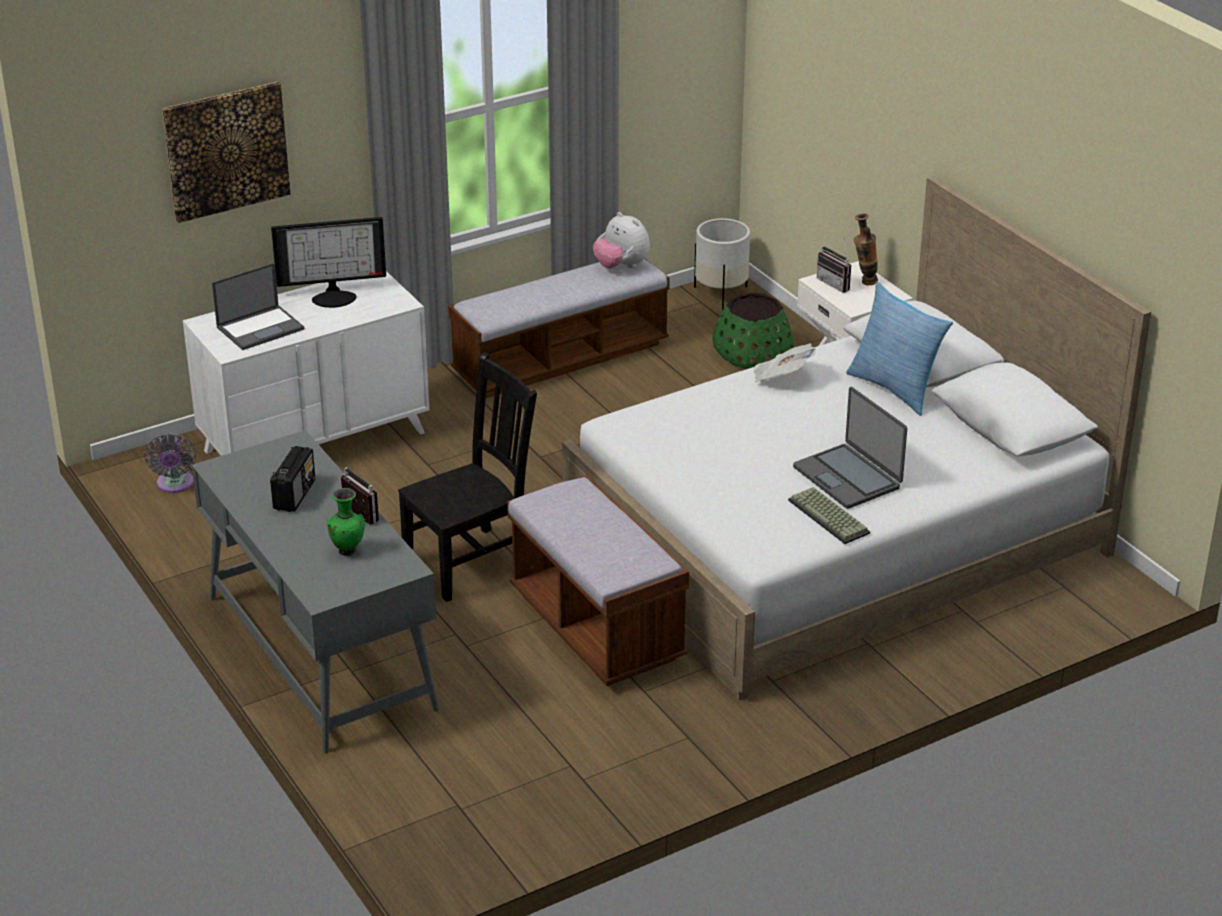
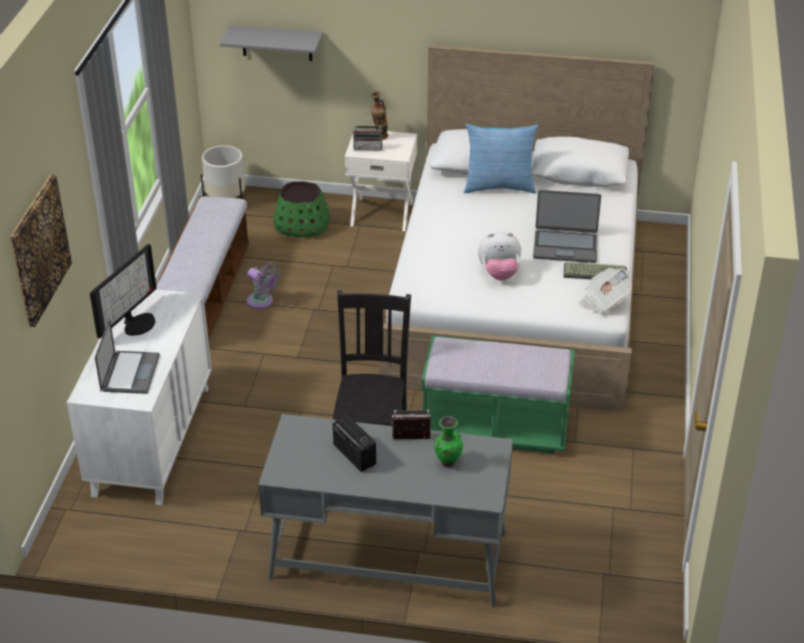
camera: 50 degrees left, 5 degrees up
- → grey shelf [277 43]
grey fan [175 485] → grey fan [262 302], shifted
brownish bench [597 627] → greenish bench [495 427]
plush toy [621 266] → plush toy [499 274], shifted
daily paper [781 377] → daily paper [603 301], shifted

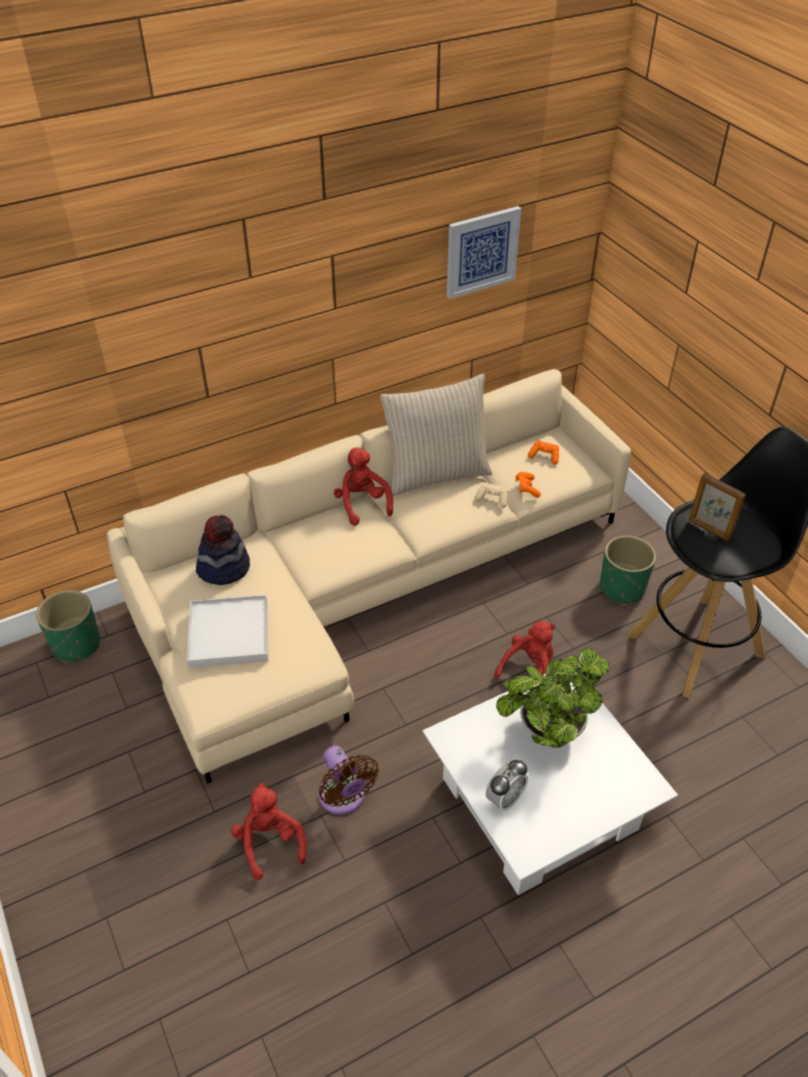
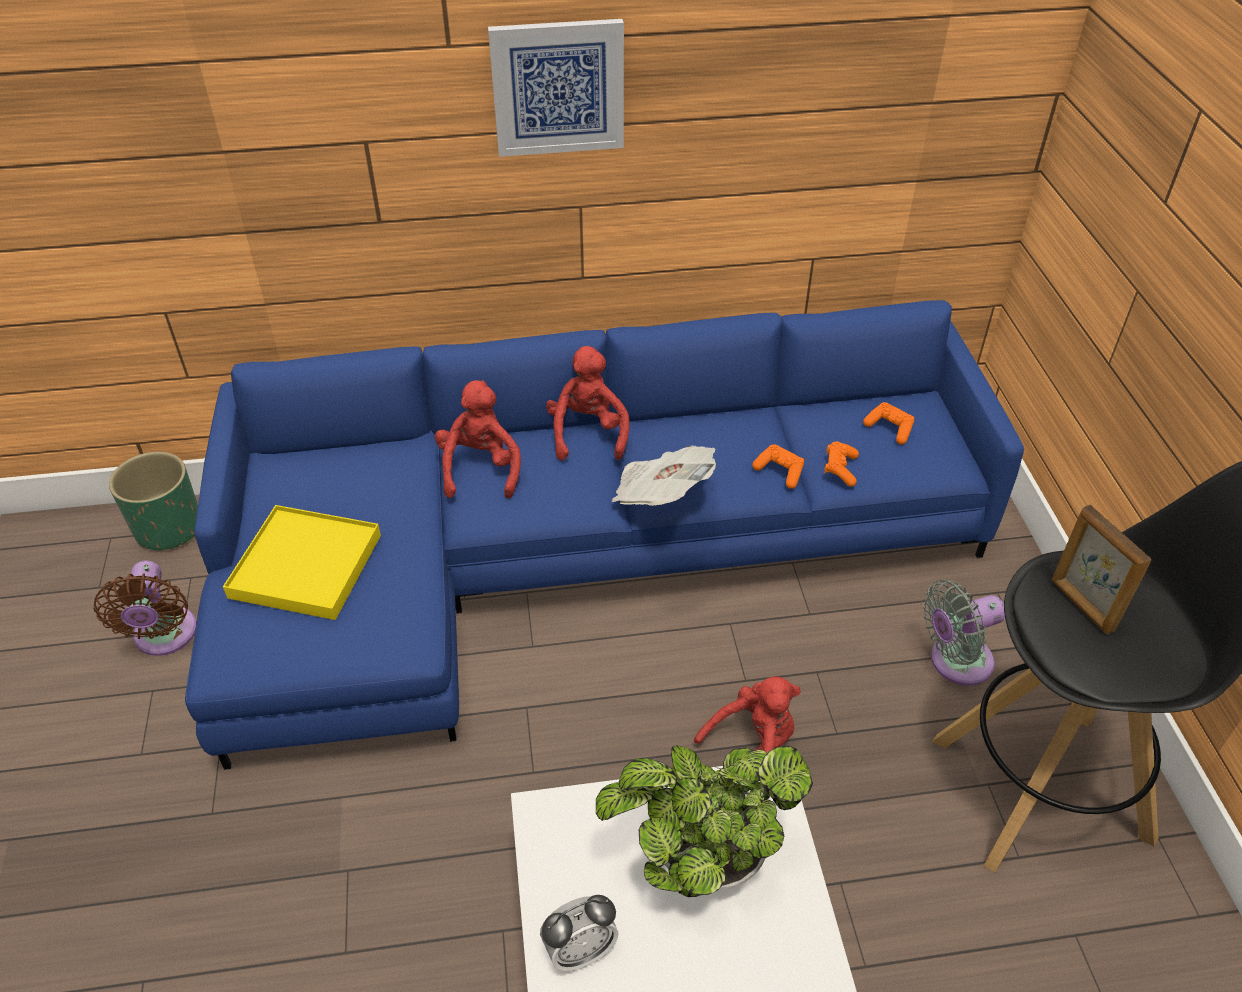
camera: 20 degrees right, 0 degrees up
brownish fan [344 798] → brownish fan [165 637], shifted
beige settee [366 586] → blue settee [575 554]
white-coloured carrying tray [229 634] → yellowish carrying tray [306 566]
reddish plush toy [270 842] → reddish plush toy [480 468], shifted
wall art [481 251] → wall art [558 87], shifted
- → daily paper [661 495]
beige gamepad [492 499] → orange-coloured gamepad [780 472]
greenish plant pot [622 588] → grey fan [955 662]
hat [224 568] → -
beige pillow [436 473] → -

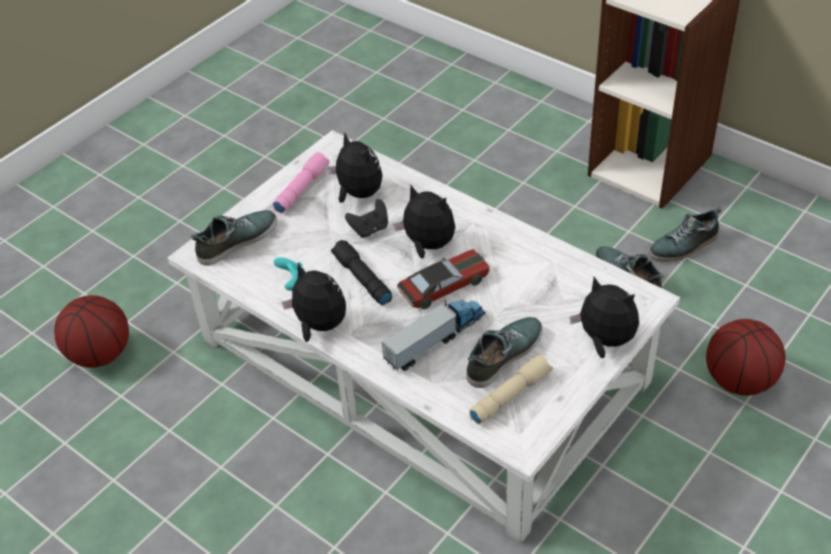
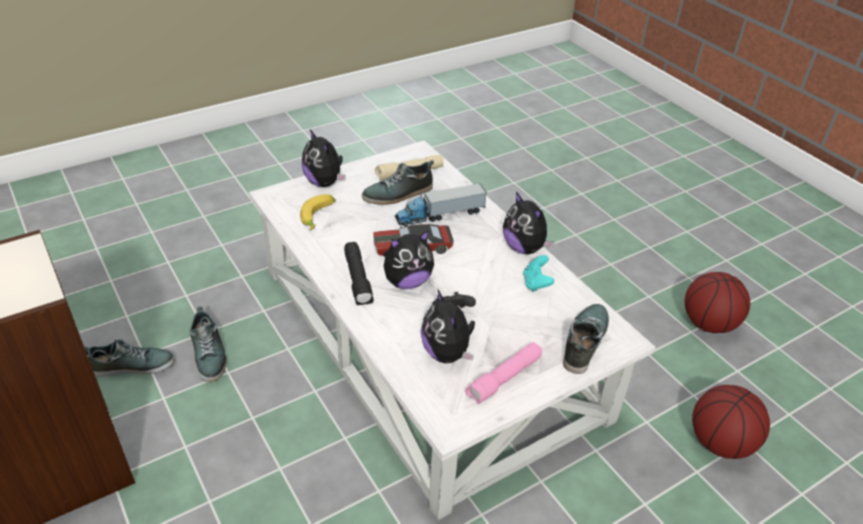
camera: 165 degrees left, 5 degrees down
- → whole banana [319 217]
black flashlight [361 279] → black flashlight [358 279], shifted
plush toy [428 245] → plush toy [407 281], 75 degrees counterclockwise
item of footwear [236 241] → item of footwear [584 341], 135 degrees clockwise
basketball [740 381] → basketball [708 323], shifted

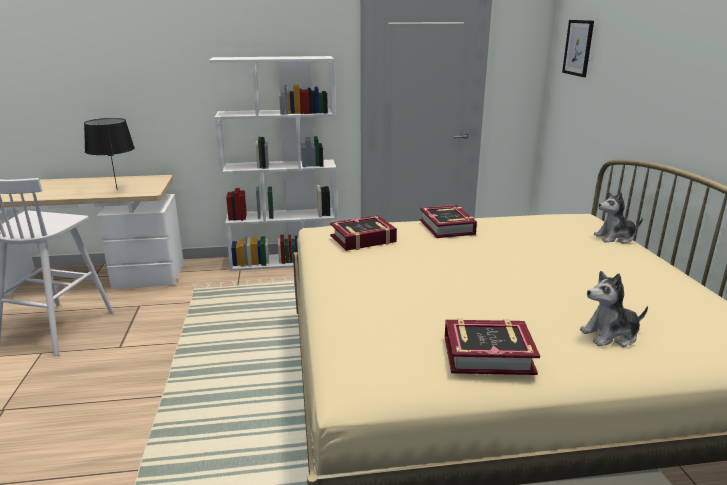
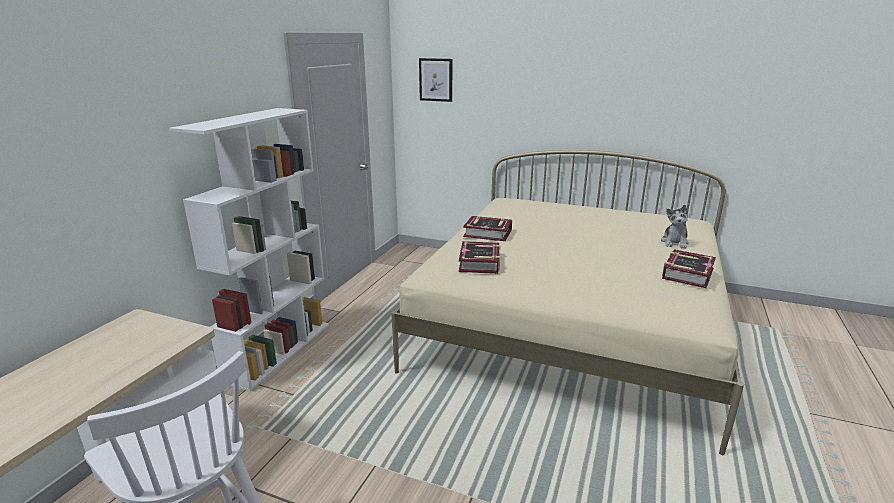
camera: 60 degrees left, 0 degrees up
black table lamp [116 190] → -
plush toy [615 238] → -

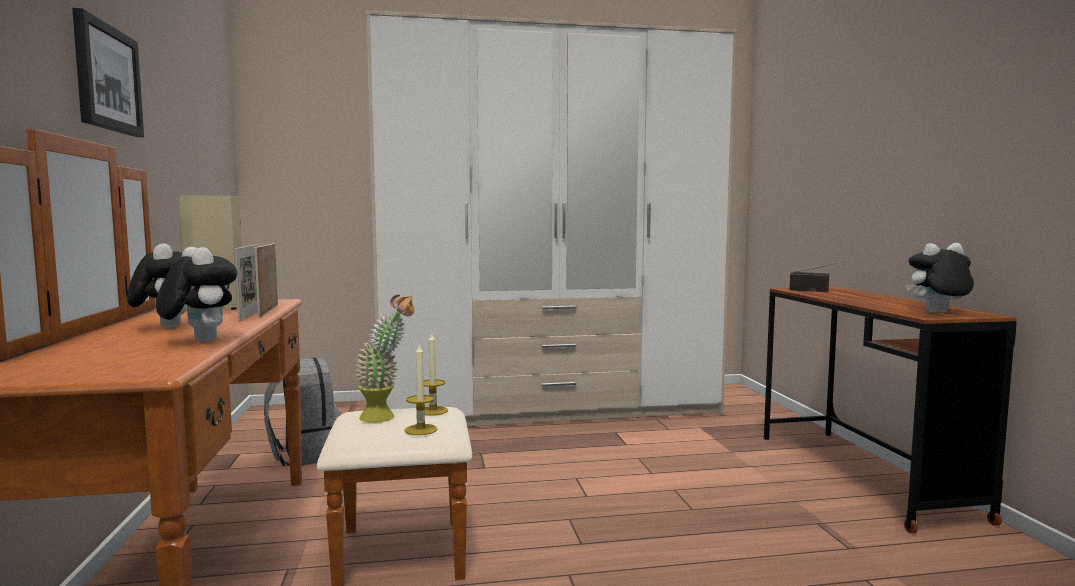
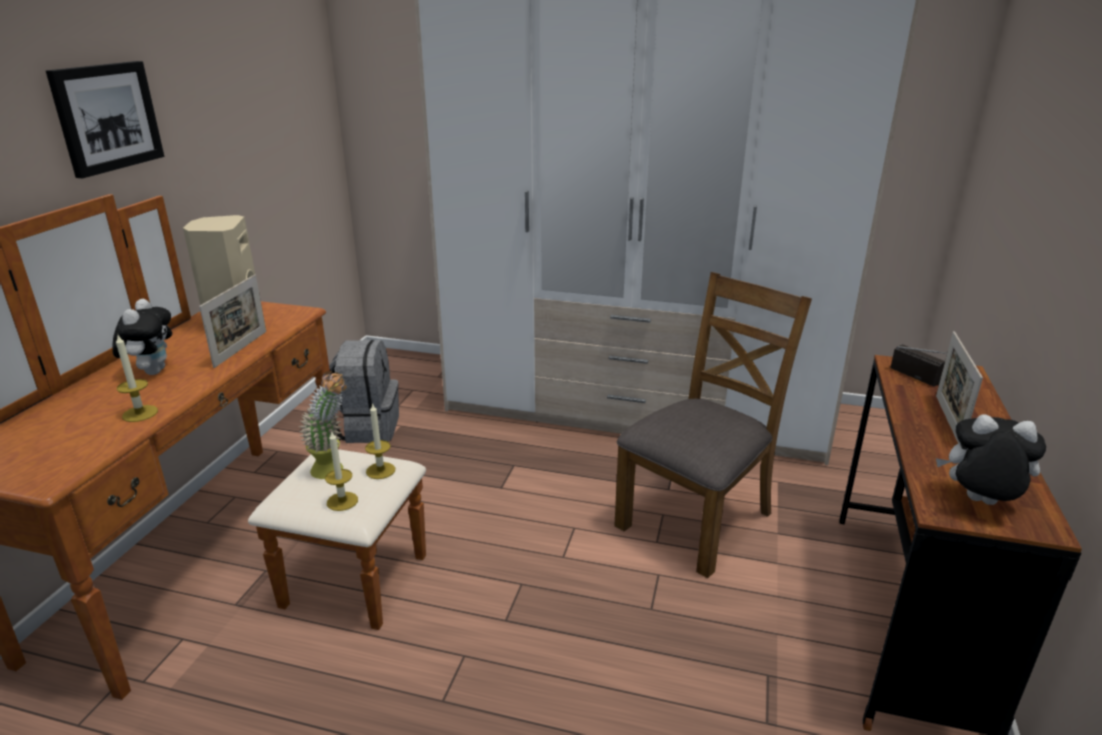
camera: 25 degrees right, 20 degrees up
plush toy [199 341] → wax light [140 413]
- → brownish upright chair [697 519]
picture frame [268 311] → picture frame [948 420], shifted

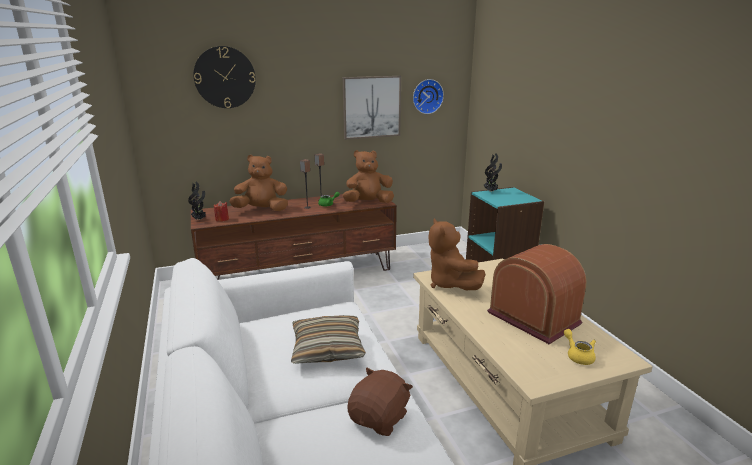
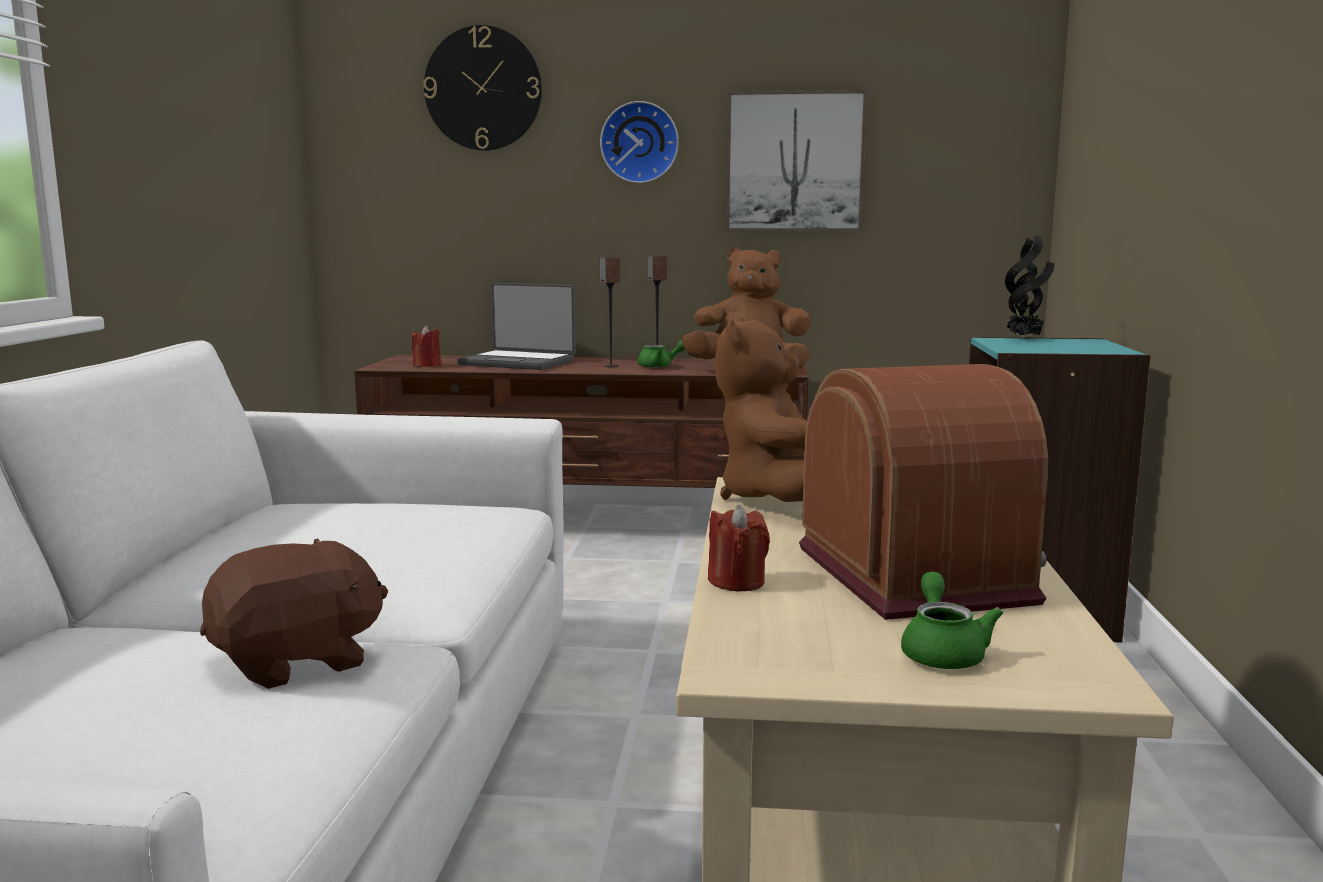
camera: 25 degrees right, 10 degrees down
brownish plush toy [262 210] → laptop [518 362]
wall clock [427 96] → wall clock [640 142], shifted
- → reddish wax light [737 582]
yellowish pot for tea [578 356] → greenish pot for tea [942 652]
potted plant [200 219] → -
pillow [327 348] → -

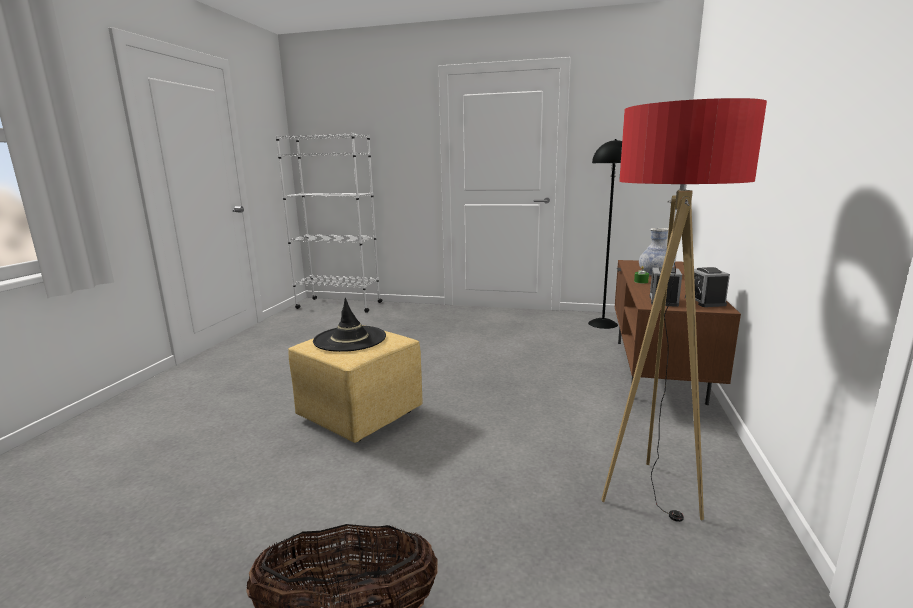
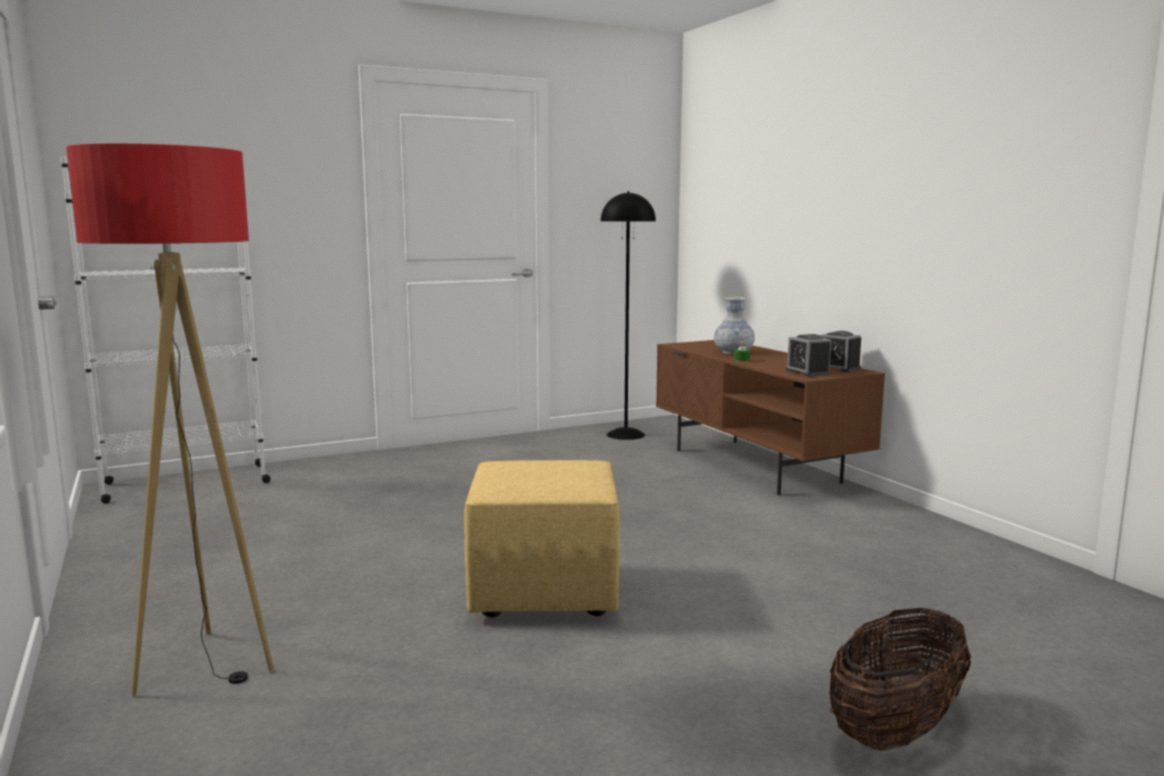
camera: 40 degrees left, 5 degrees down
standard lamp [650 494] → standard lamp [206 666], shifted
black hat [350 339] → -

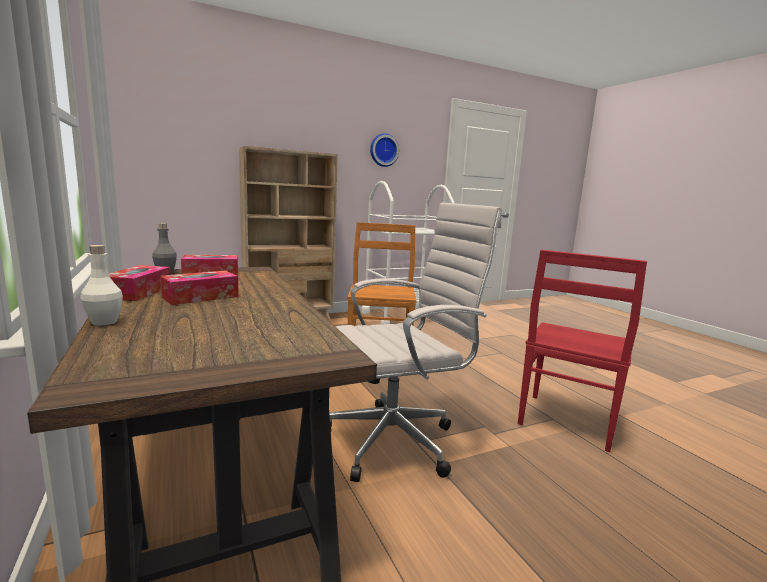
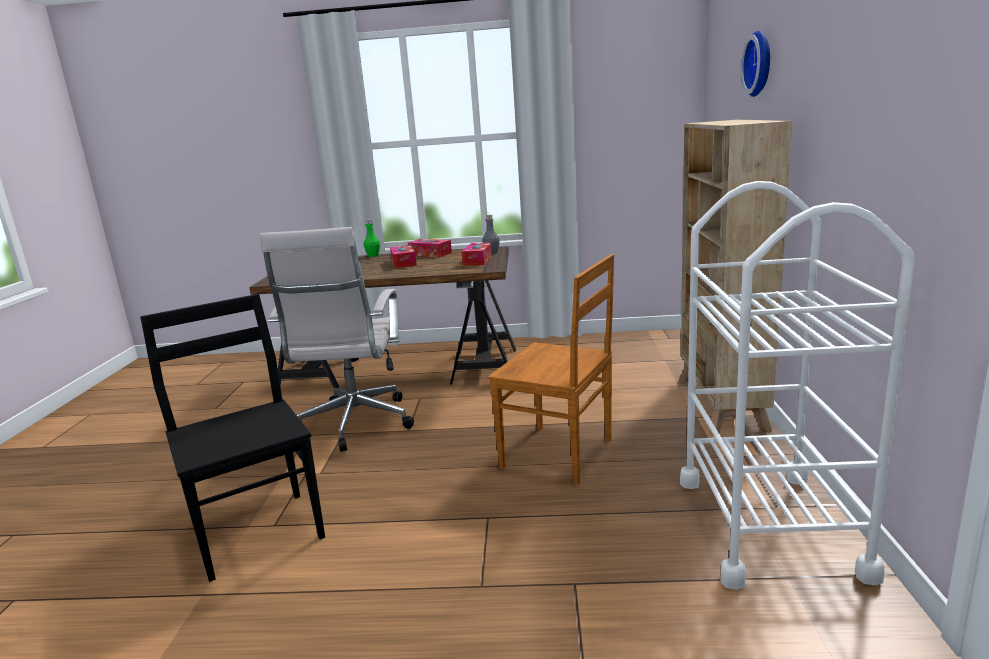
camera: 120 degrees right, 5 degrees up
reddish upright chair [566 422] → black upright chair [258 531]
white-coloured drink bottle [104 322] → greenish drink bottle [373 256]
wall clock [383 150] → wall clock [761 63], shifted

